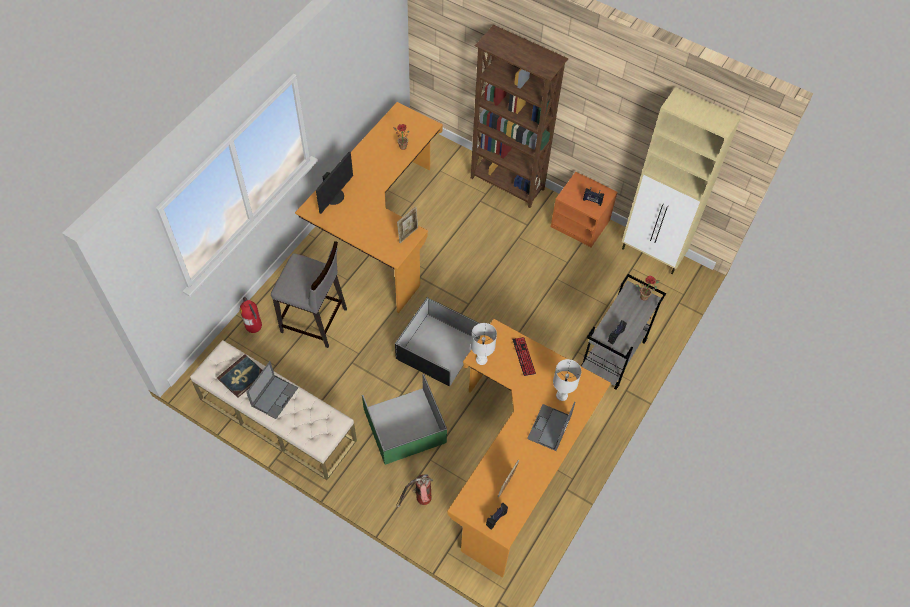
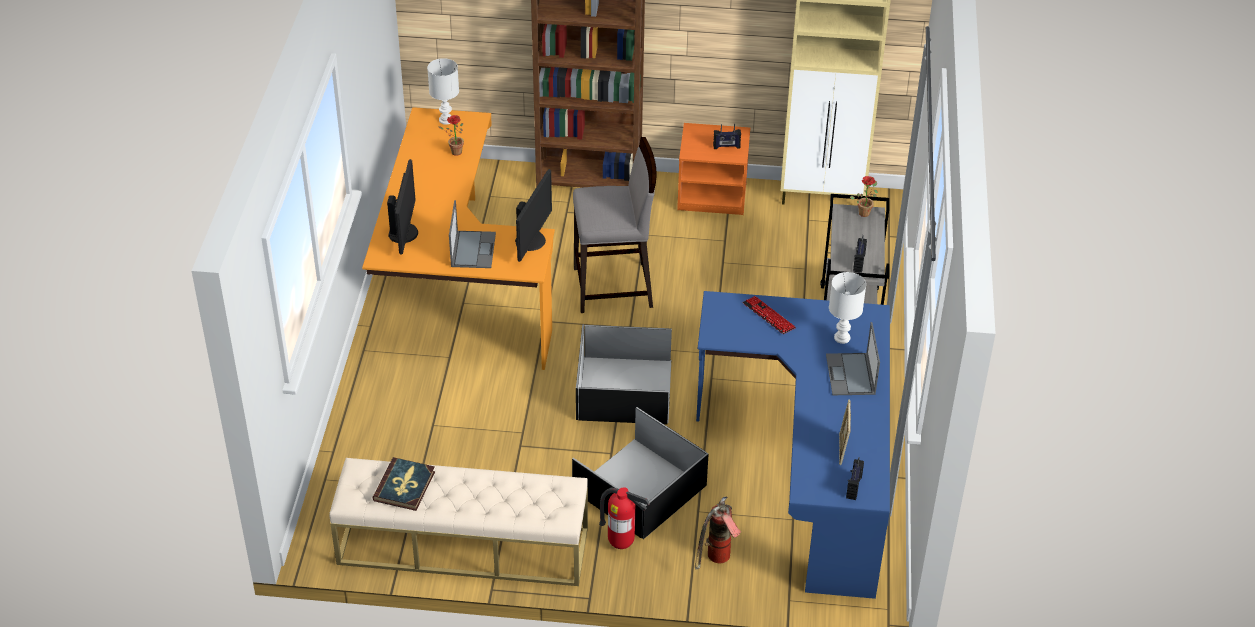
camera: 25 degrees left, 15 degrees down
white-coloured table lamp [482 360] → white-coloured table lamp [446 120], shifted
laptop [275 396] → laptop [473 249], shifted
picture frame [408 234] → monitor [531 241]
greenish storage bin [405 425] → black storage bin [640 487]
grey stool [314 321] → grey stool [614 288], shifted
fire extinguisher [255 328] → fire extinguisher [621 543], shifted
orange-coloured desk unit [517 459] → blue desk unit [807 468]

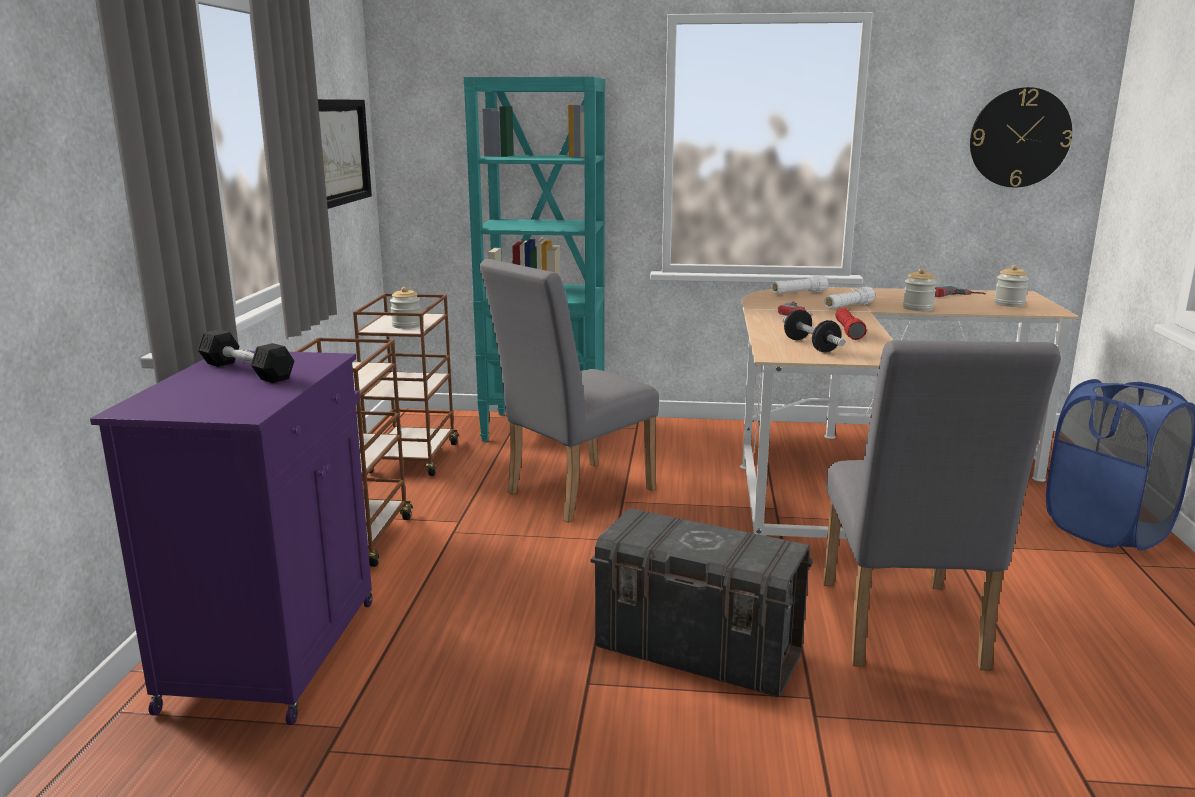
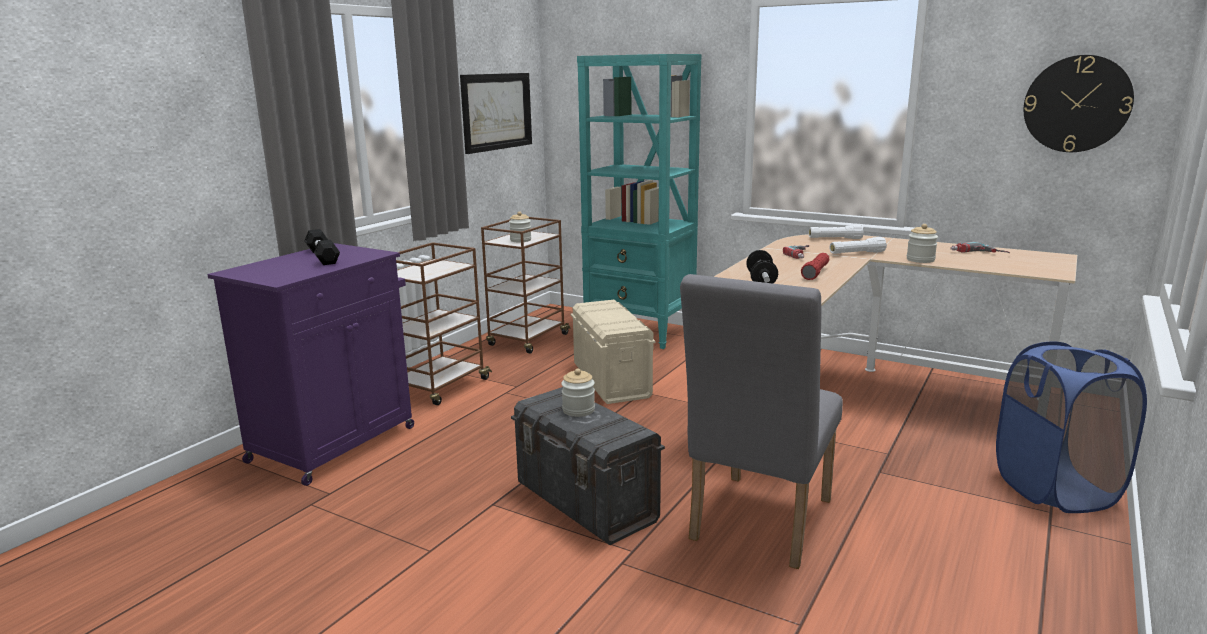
camera: 25 degrees right, 0 degrees up
jar [1009 304] → jar [578 410], shifted
grey upright chair [571 493] → beige storage bin [611 380]

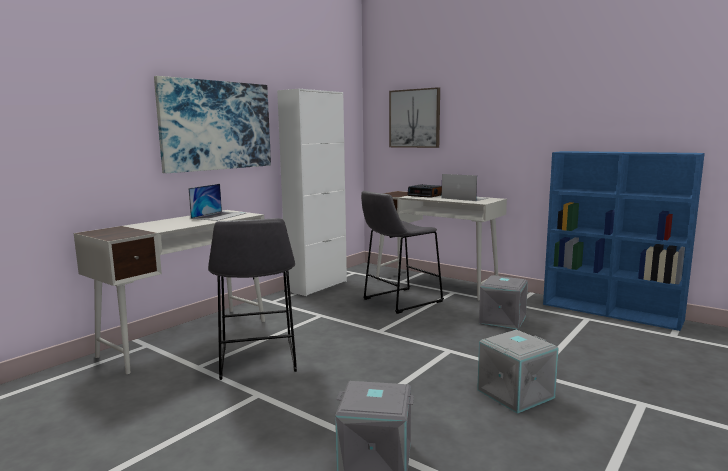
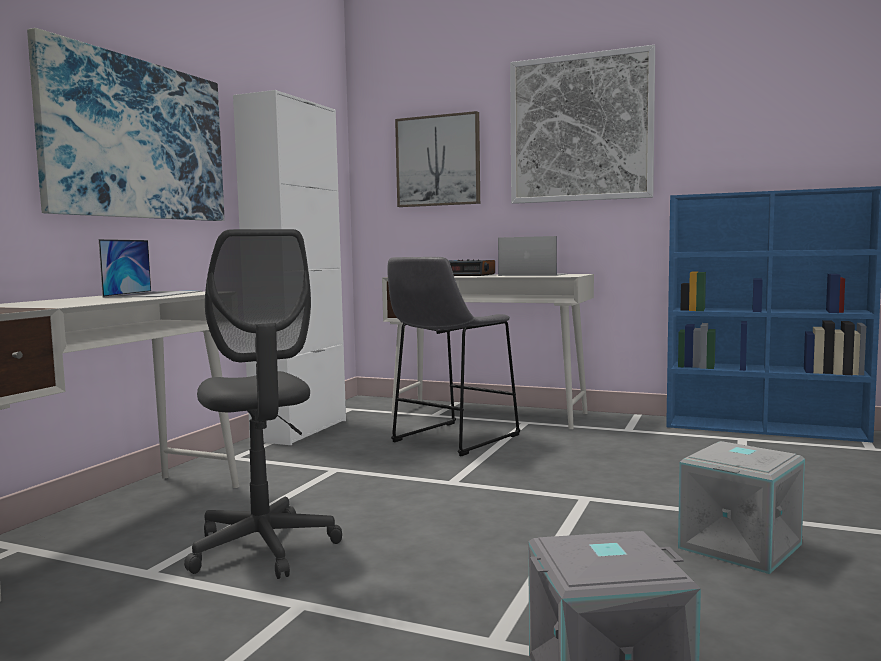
camera: 15 degrees left, 5 degrees down
grey stool [257 361] → grey office chair [263 549]
- → wall art [580 128]
grey storage bin [501 319] → -

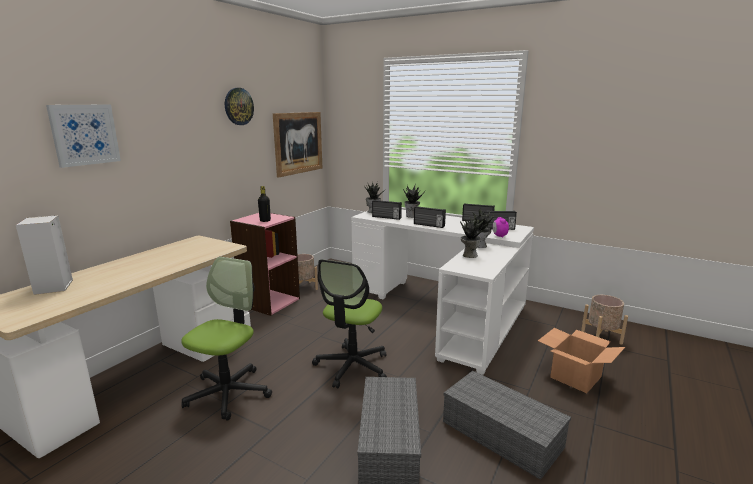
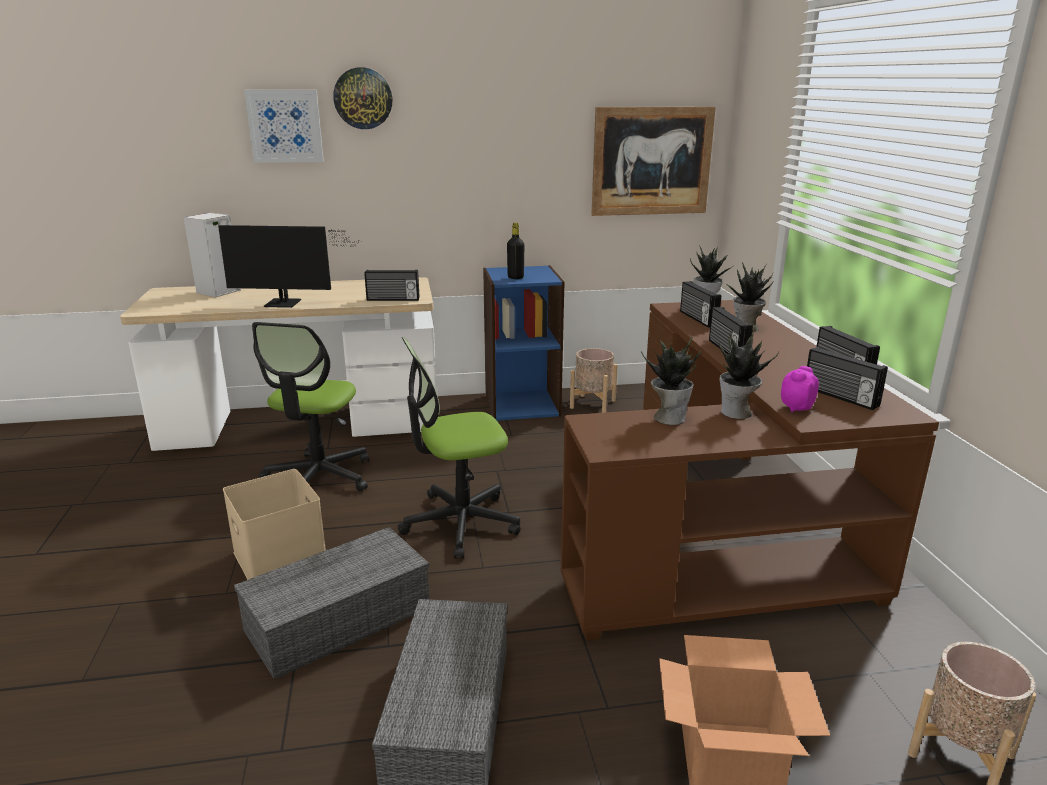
camera: 50 degrees right, 5 degrees up
- → monitor [287 303]
- → beige storage bin [282 558]
office chair [228 393] → office chair [319 477], 120 degrees clockwise
wall clock [238 106] → wall clock [363 98], shifted
- → radio receiver [393 299]
pink-coloured shelving unit [269 302] → blue shelving unit [522 404]
white-coloured desk unit [444 310] → brownish desk unit [725 528]

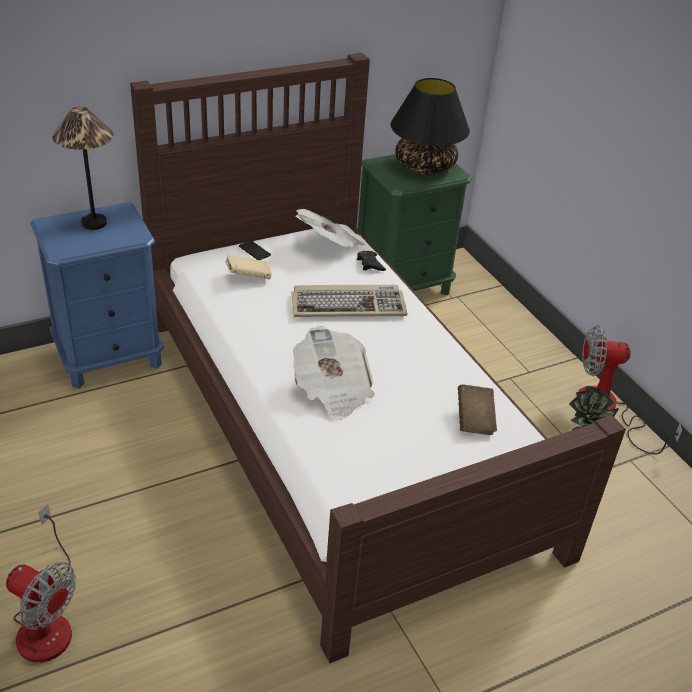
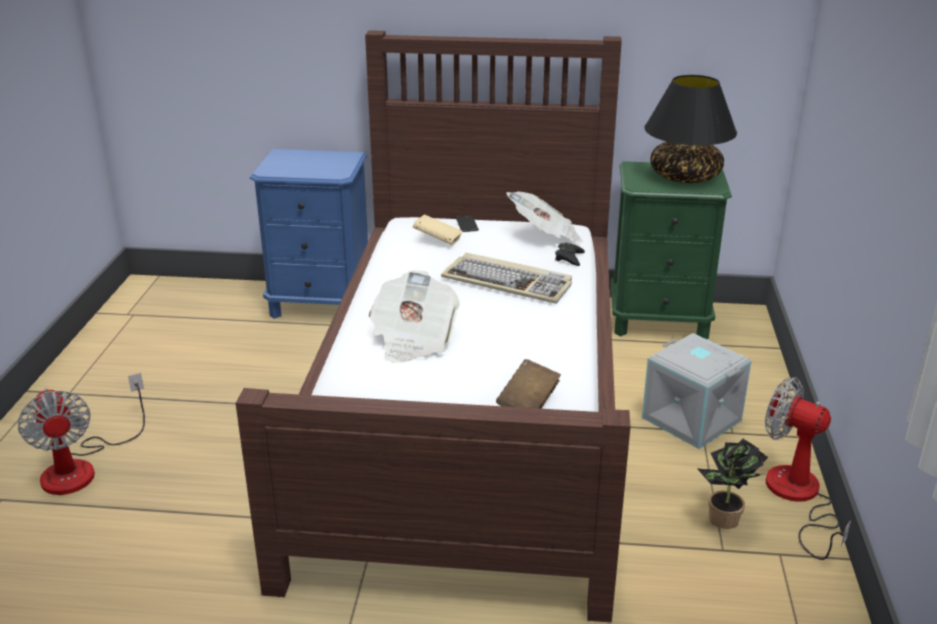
camera: 35 degrees right, 10 degrees down
- → grey storage bin [690 419]
table lamp [94 224] → -

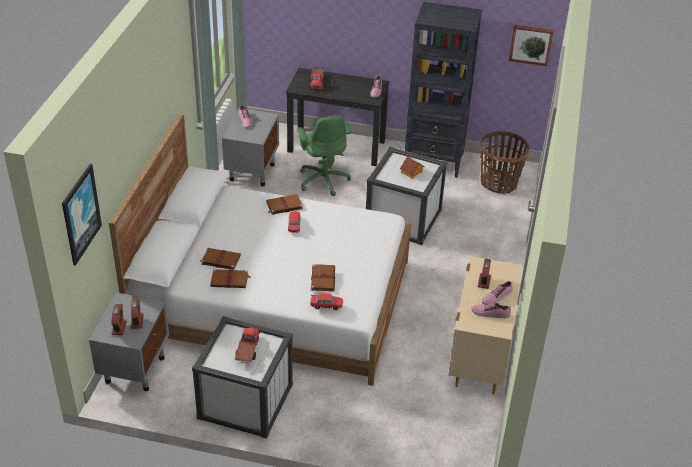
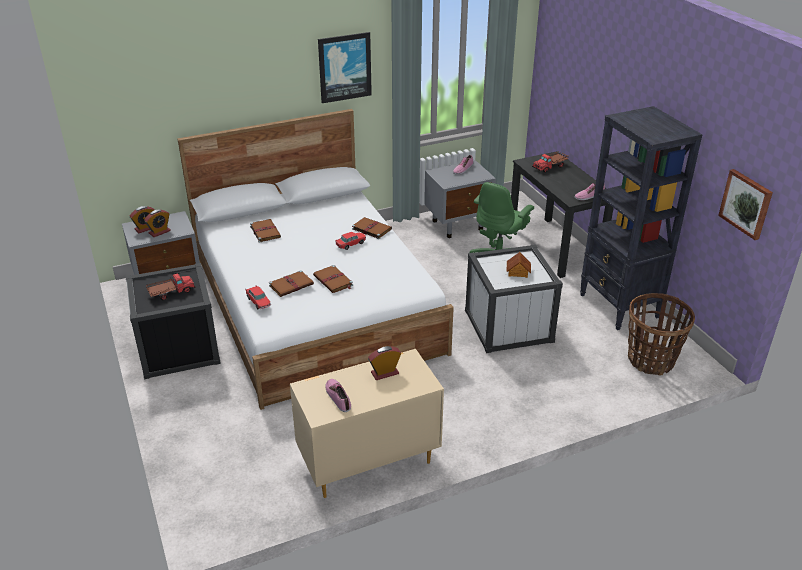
camera: 55 degrees right, 5 degrees down
white-coloured storage bin [245 401] → black storage bin [178 348]
brownish book [230 280] → brownish book [333 281], shifted
wall art [80 214] → wall art [344 67], shifted
item of footwear [496 297] → -

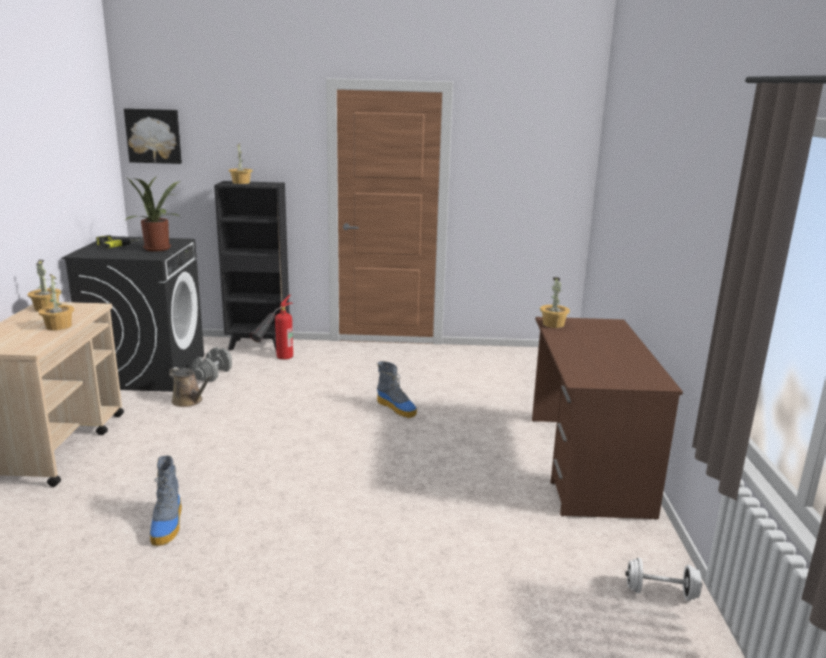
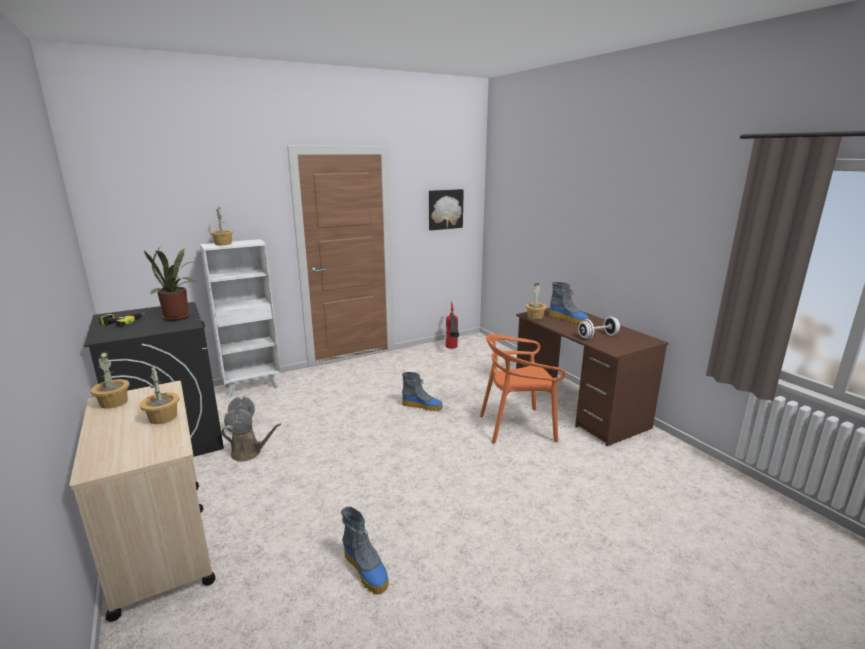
camera: 30 degrees left, 0 degrees up
black shelving unit [258 345] → white-coloured shelving unit [253 386]
wall art [154 136] → wall art [445 209], shifted
fire extinguisher [275 361] → fire extinguisher [452 350], shifted
- → orange-coloured upright chair [517 426]
- → boot [569 319]
white-coloured dumbbell [660 592] → white-coloured dumbbell [598 336], shifted

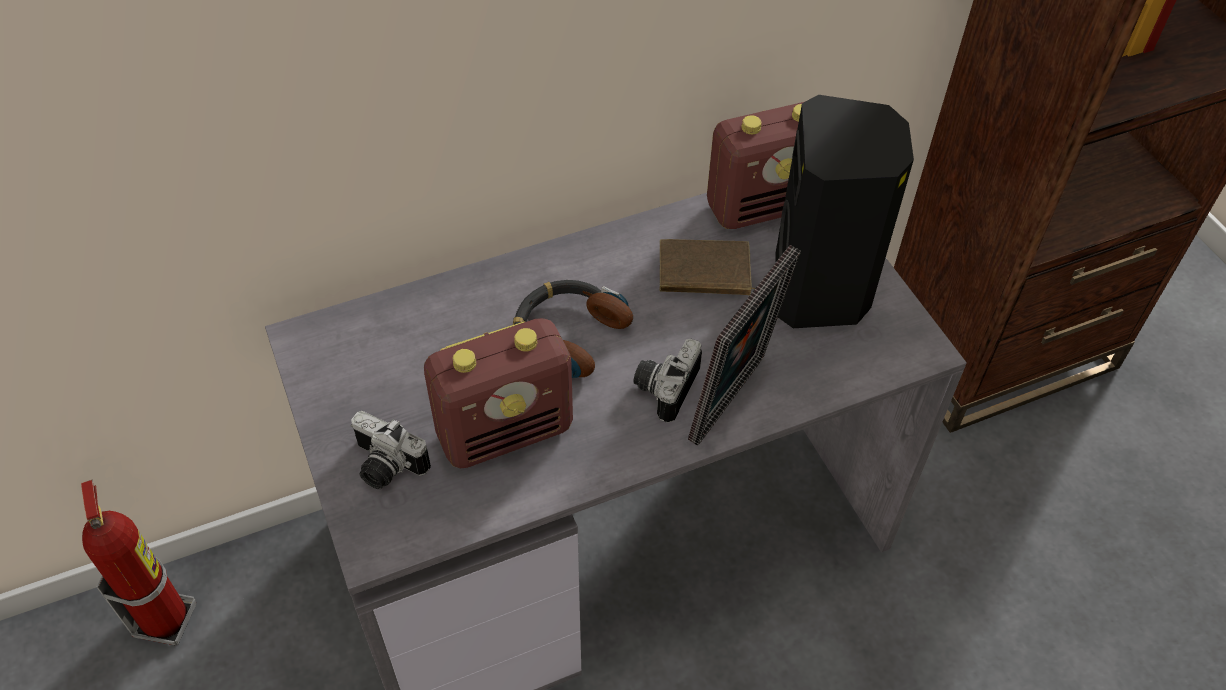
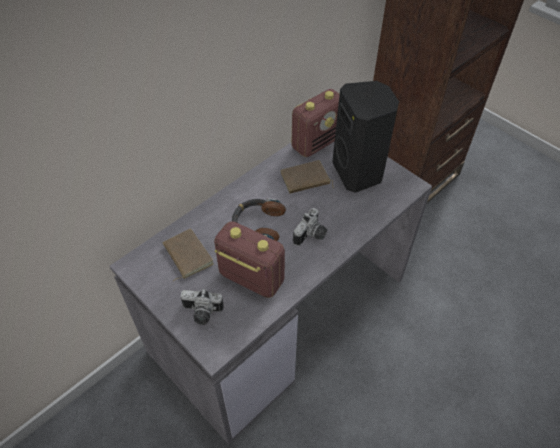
camera: 20 degrees left, 0 degrees up
- → brownish book [186 255]
radio receiver [506 431] → radio receiver [250 278], 105 degrees counterclockwise
photo camera [663 387] → photo camera [311 235], 150 degrees counterclockwise
fire extinguisher [166 619] → -
picture frame [734 402] → -

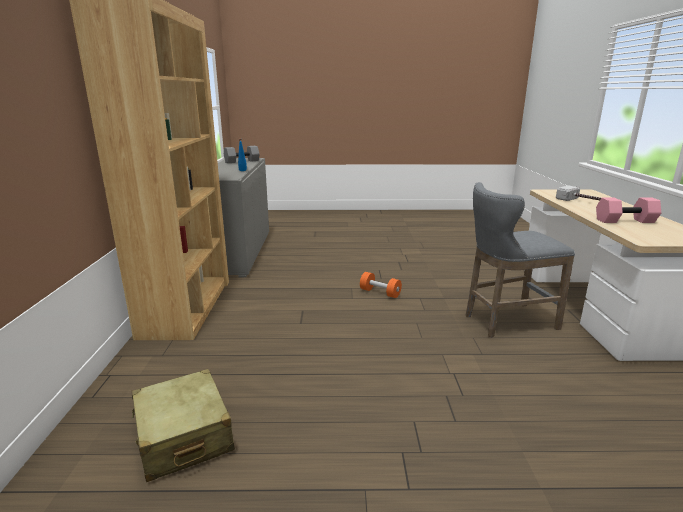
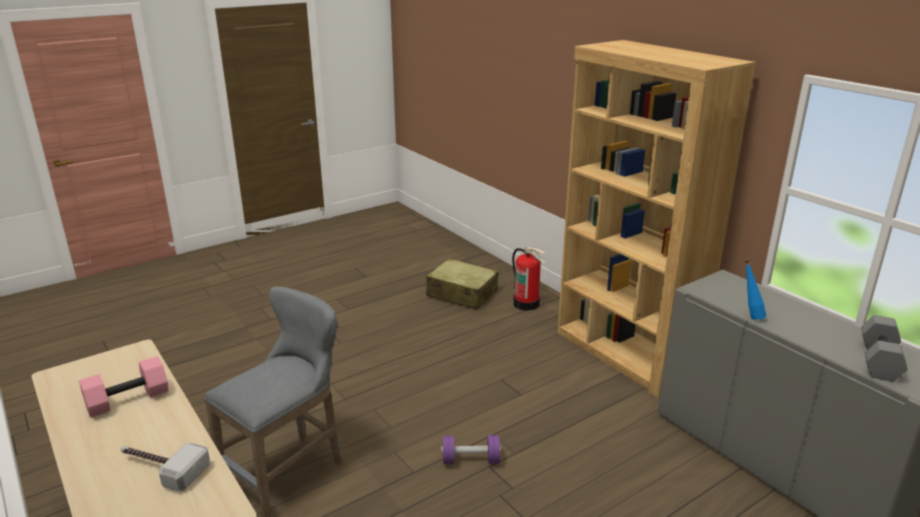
camera: 145 degrees right, 5 degrees up
orange-coloured dumbbell [380 293] → purple-coloured dumbbell [470 460]
- → fire extinguisher [526 304]

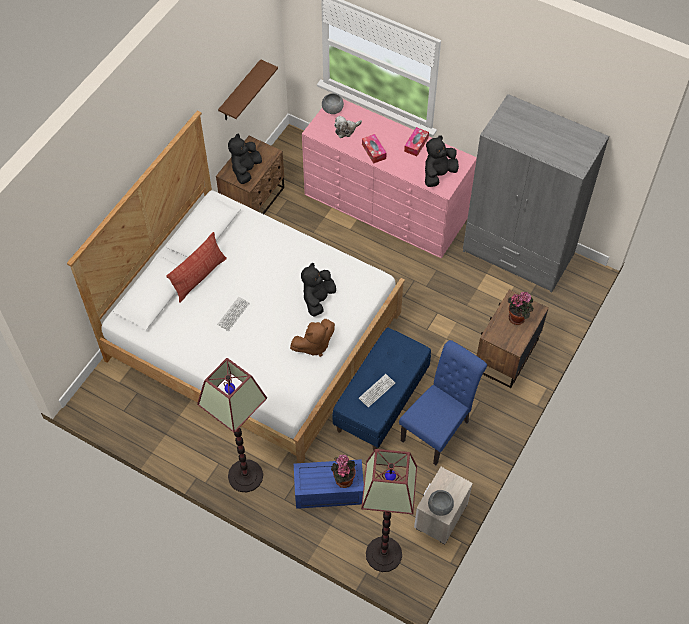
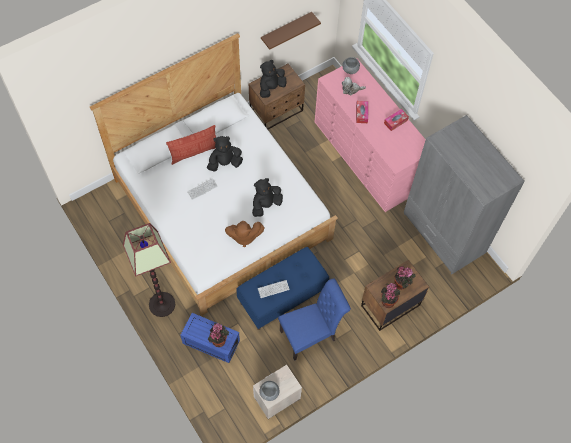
camera: 25 degrees right, 5 degrees up
black plush toy [438 174] → black plush toy [225 163], shifted
- → potted plant [387 300]
standard lamp [383 554] → -

